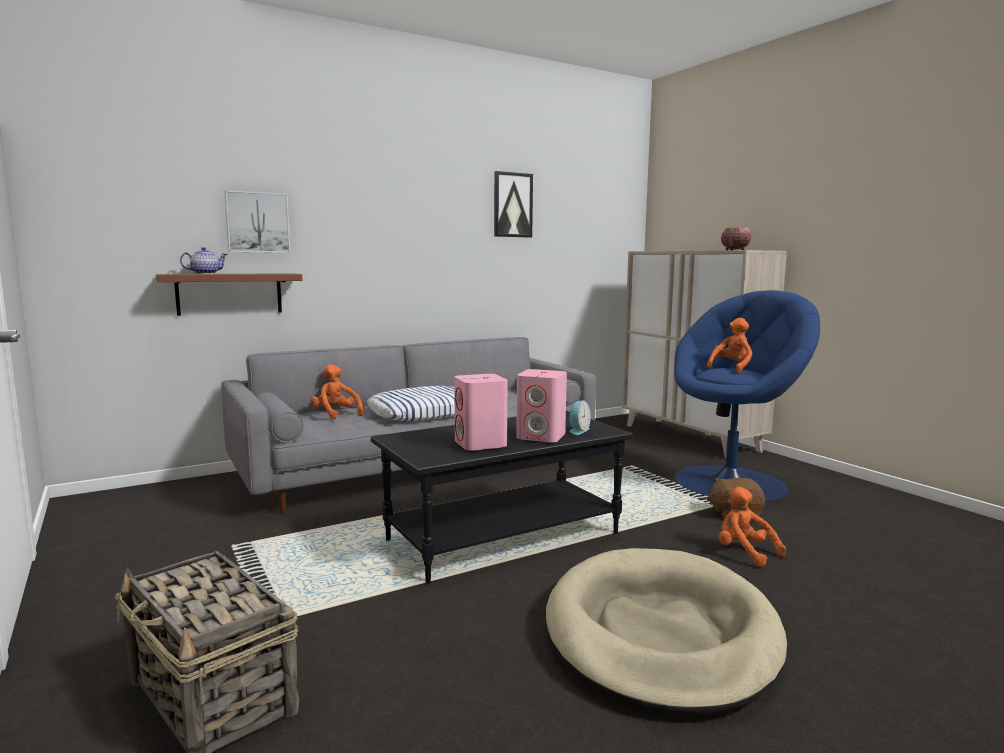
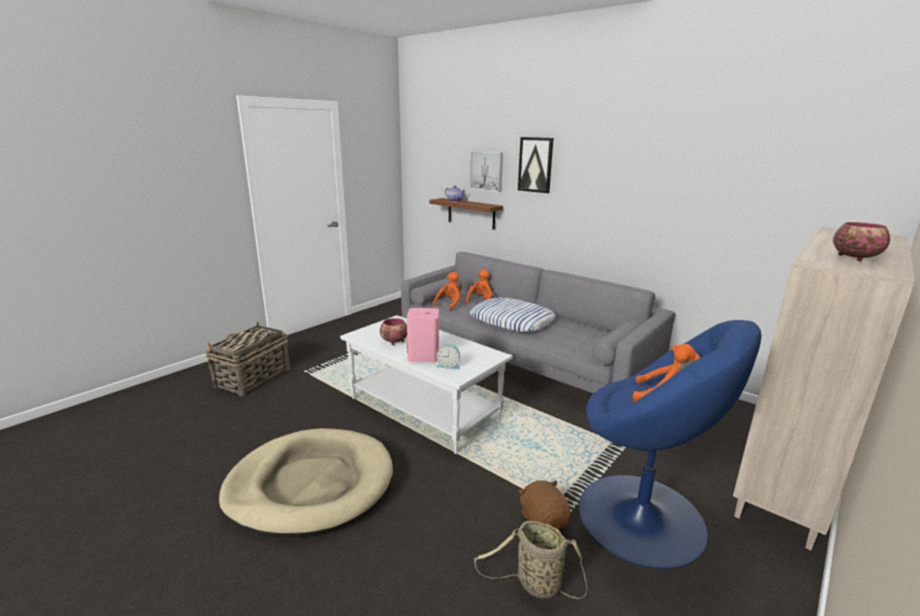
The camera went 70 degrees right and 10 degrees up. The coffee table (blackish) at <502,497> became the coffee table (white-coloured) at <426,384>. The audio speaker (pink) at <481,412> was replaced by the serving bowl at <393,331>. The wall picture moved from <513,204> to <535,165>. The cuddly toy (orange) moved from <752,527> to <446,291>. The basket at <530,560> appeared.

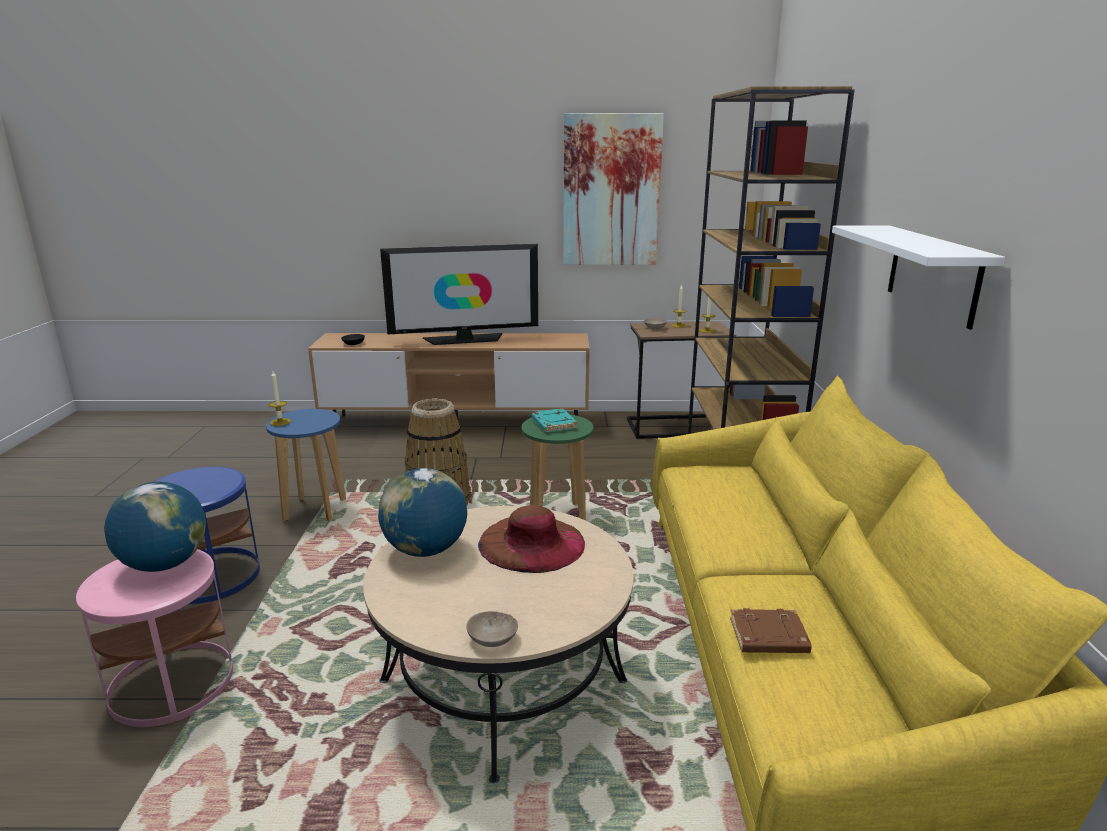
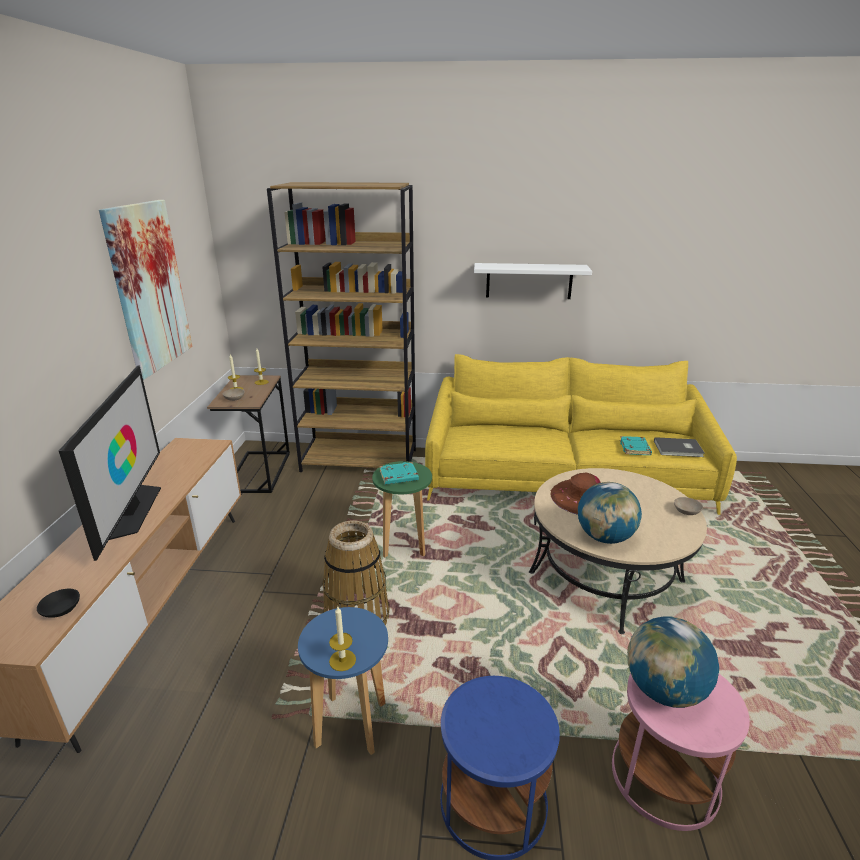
The camera went 85 degrees left and 5 degrees up. The volume (brown) at <771,630> became the volume (blue-green) at <636,445>. The volume (gray) at <679,447> appeared.

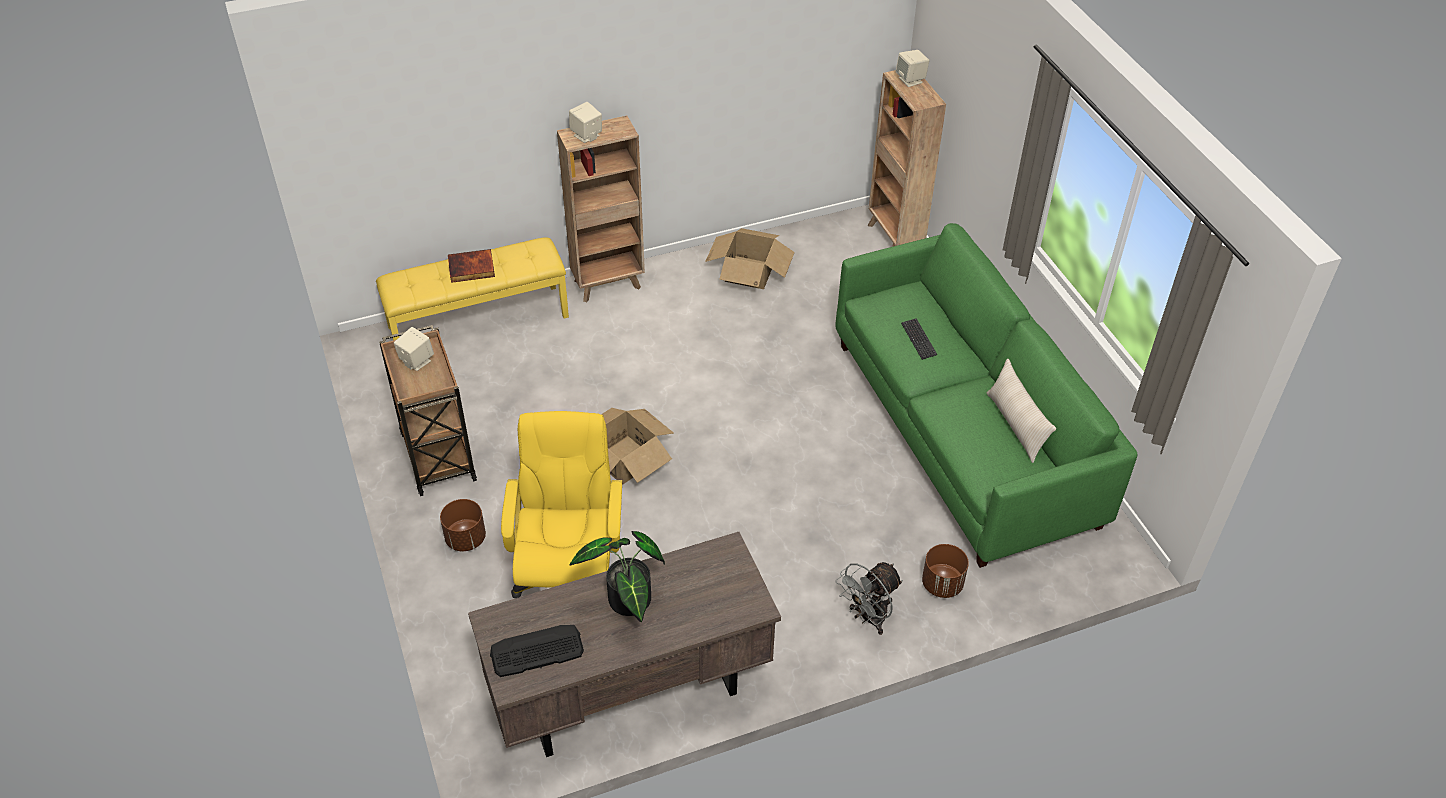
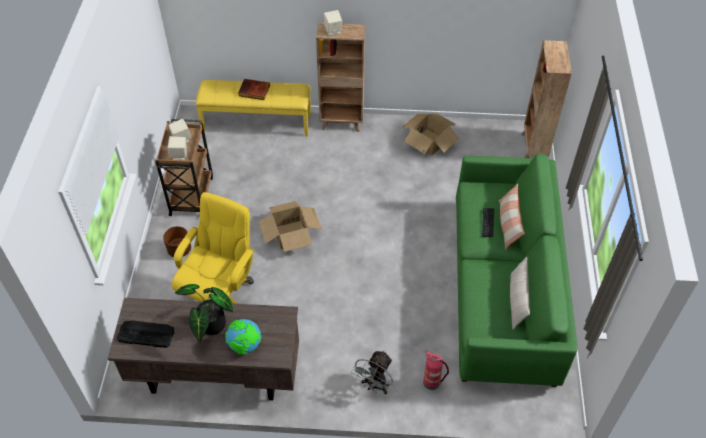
The camera went 25 degrees right and 5 degrees up. The fan (gray) at <869,598> turned 45 degrees counterclockwise. The audio speaker (sand-coloured) moved from <912,68> to <177,148>. The plant pot (brown) at <945,571> was replaced by the fire-fighting cylinder at <436,370>. The desk globe at <243,337> appeared. The throw pillow at <511,217> appeared.

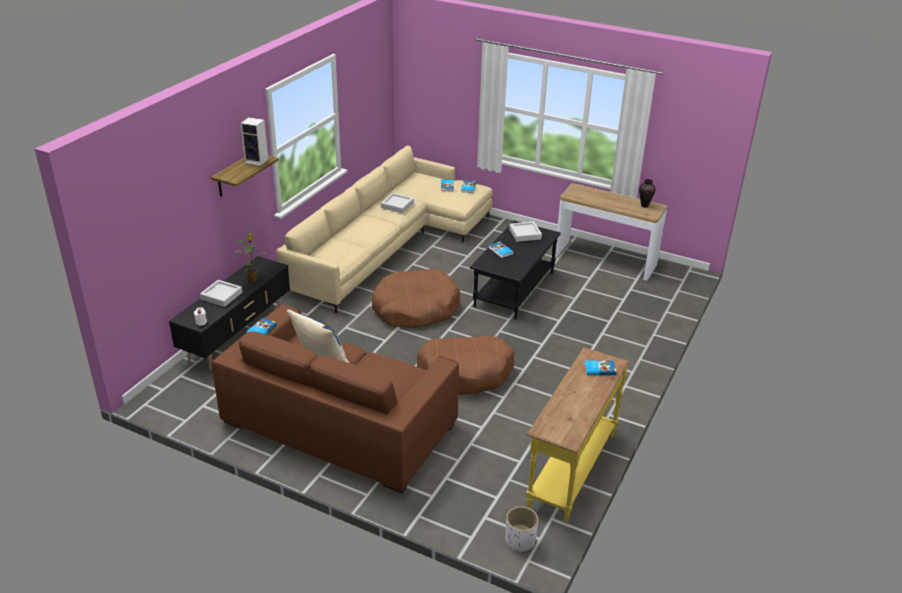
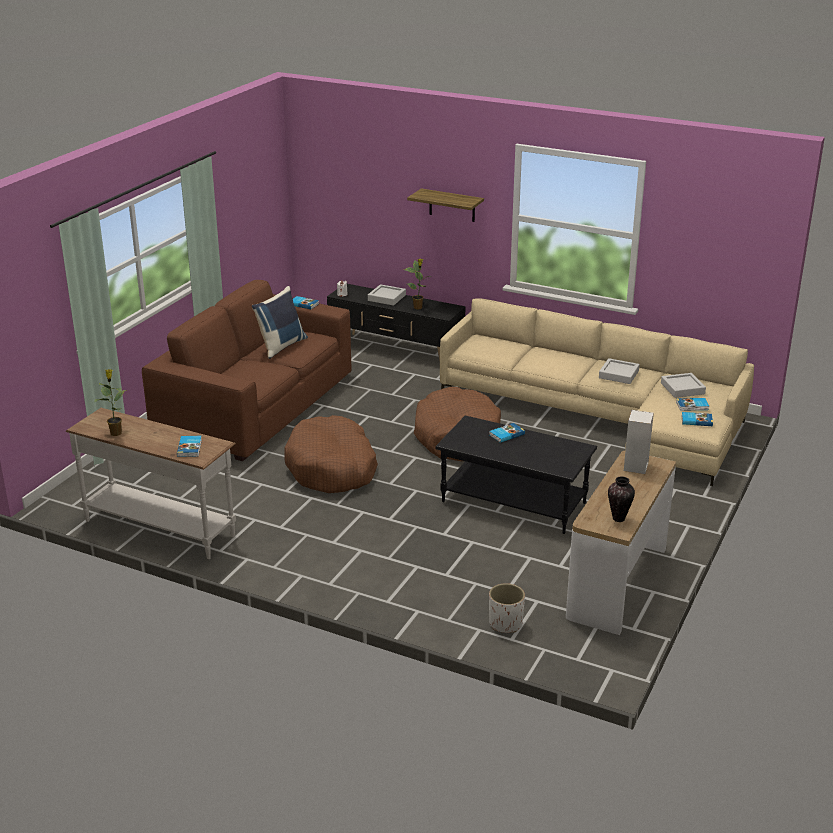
The camera went 90 degrees right and 5 degrees down. The audio speaker moved from <254,141> to <639,442>. The plant pot (white-coloured) moved from <522,529> to <507,608>. The tray (gray) moved from <525,232> to <683,385>. The hall table (yellow) at <577,435> became the hall table (white-coloured) at <151,483>. The houseplant at <110,402> appeared.

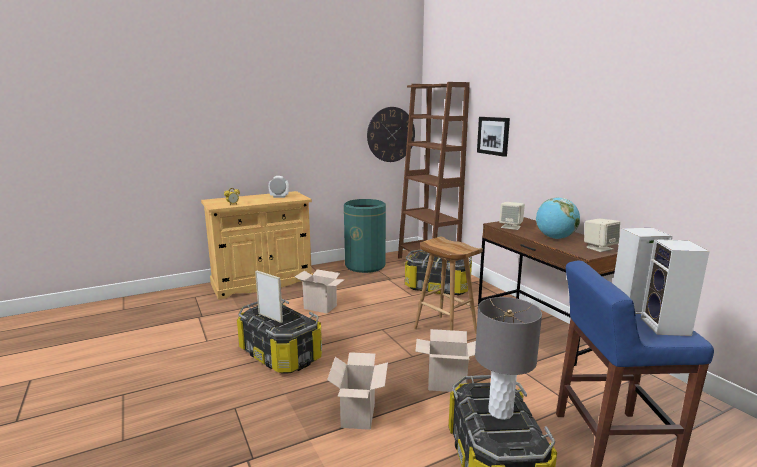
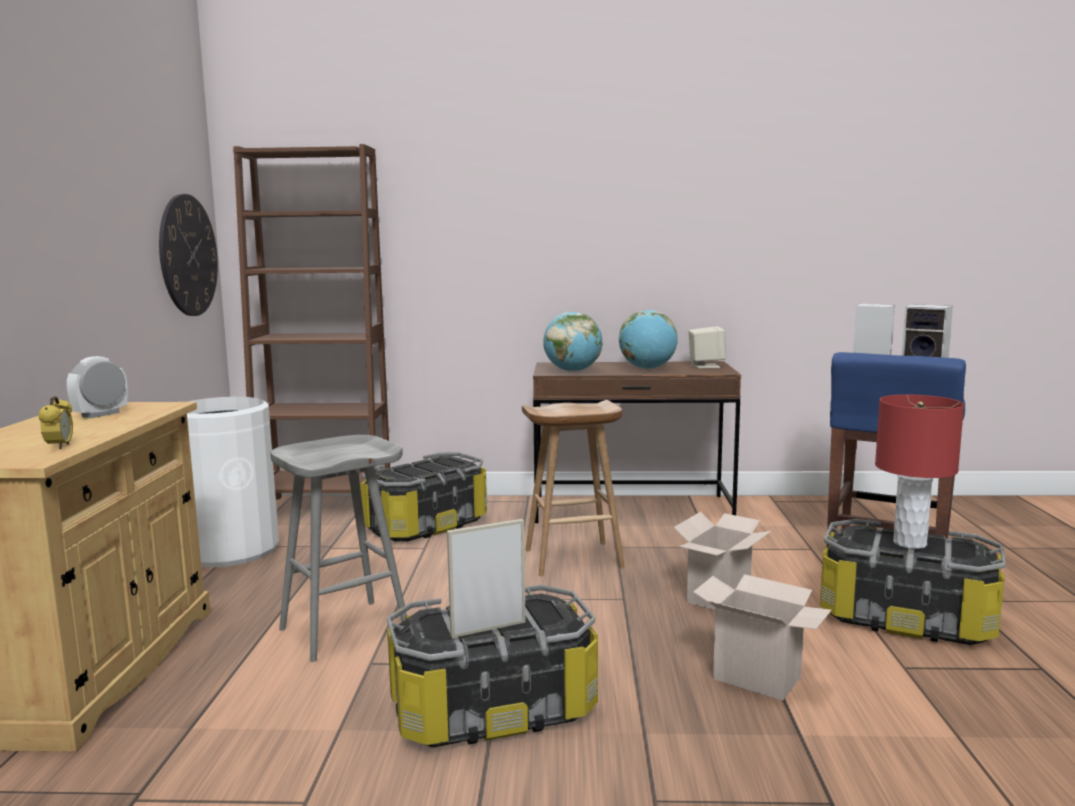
The camera went 60 degrees left and 5 degrees down. The cardboard box at <320,291> was replaced by the sitting stool (gray) at <338,548>. The trash can (green-coloured) at <365,236> became the trash can (white-coloured) at <233,482>. The lamp for a table (gray) at <508,358> became the lamp for a table (red-coloured) at <919,472>. The wall picture at <493,137> disappeared. The audio speaker (sand-coloured) at <512,216> was replaced by the desk globe at <573,342>.

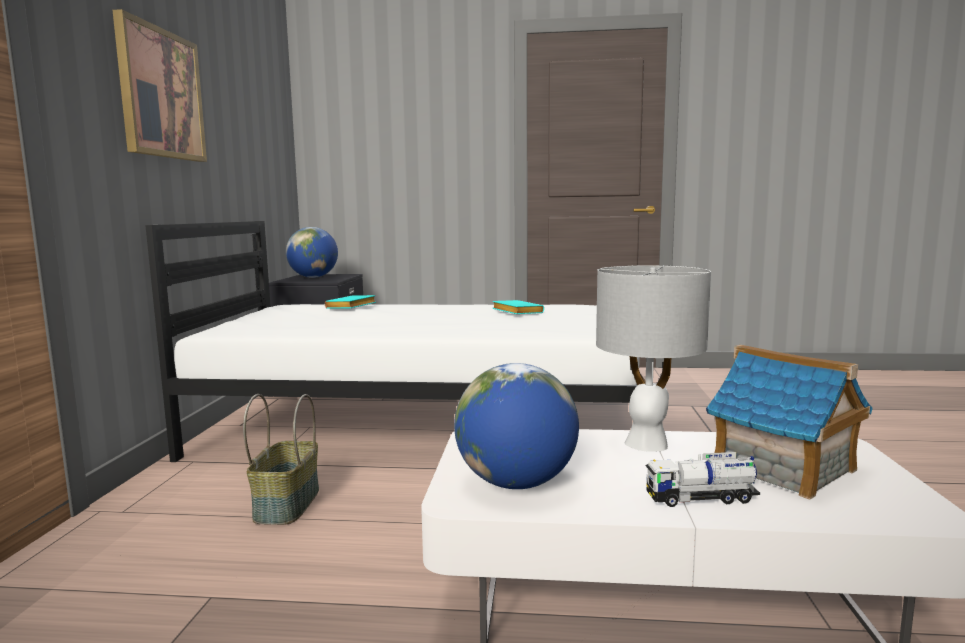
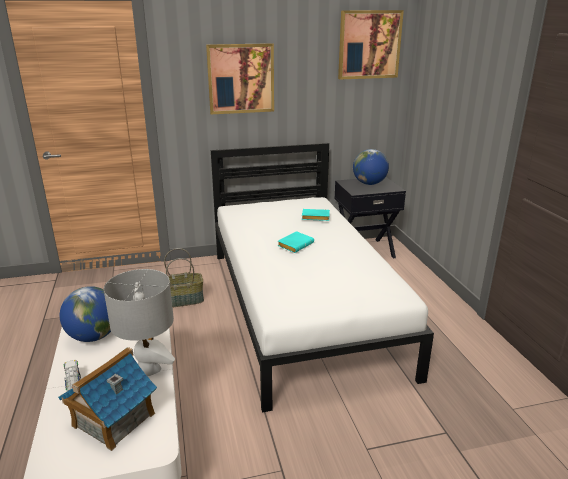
The camera went 70 degrees right and 15 degrees up. The volume (blue-green) moved from <518,307> to <295,242>. The wall picture at <371,44> appeared.

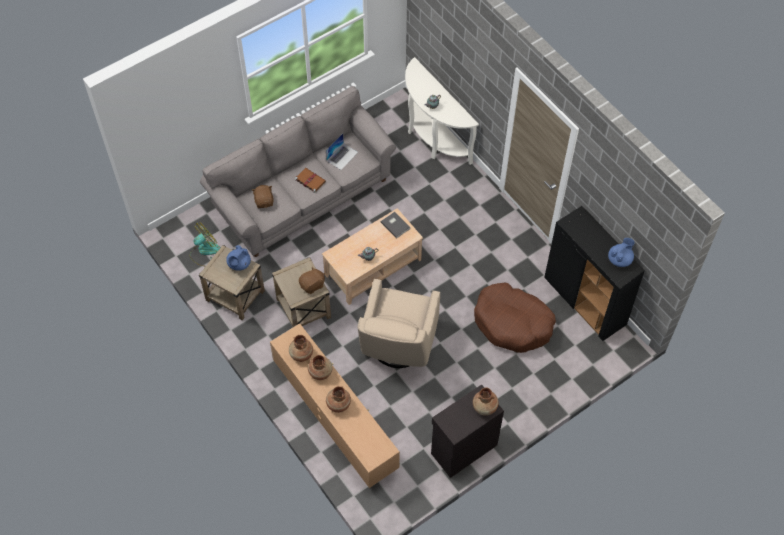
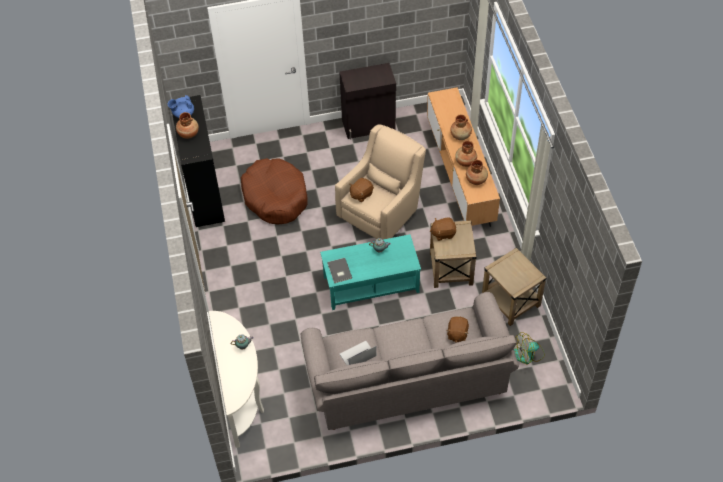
The camera went 155 degrees left and 5 degrees down. The teapot (bluish) at <238,258> disappeared. The volume (brown) at <310,180> disappeared. The coffee table (sand-coloured) at <372,256> became the coffee table (blue-green) at <370,272>. The flower vase (brown) moved from <486,401> to <187,125>. The cuddly toy (brown) at <362,190> appeared.

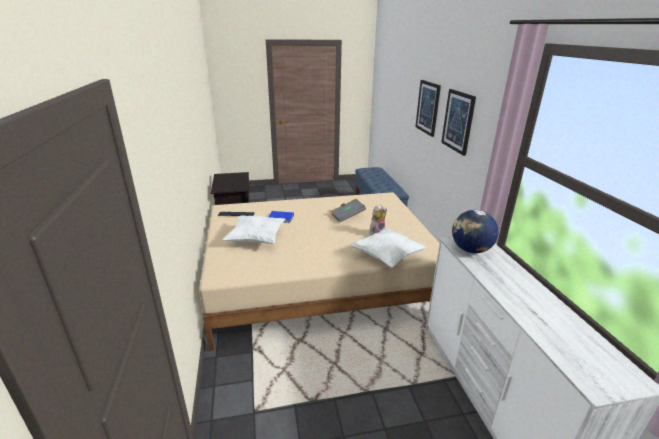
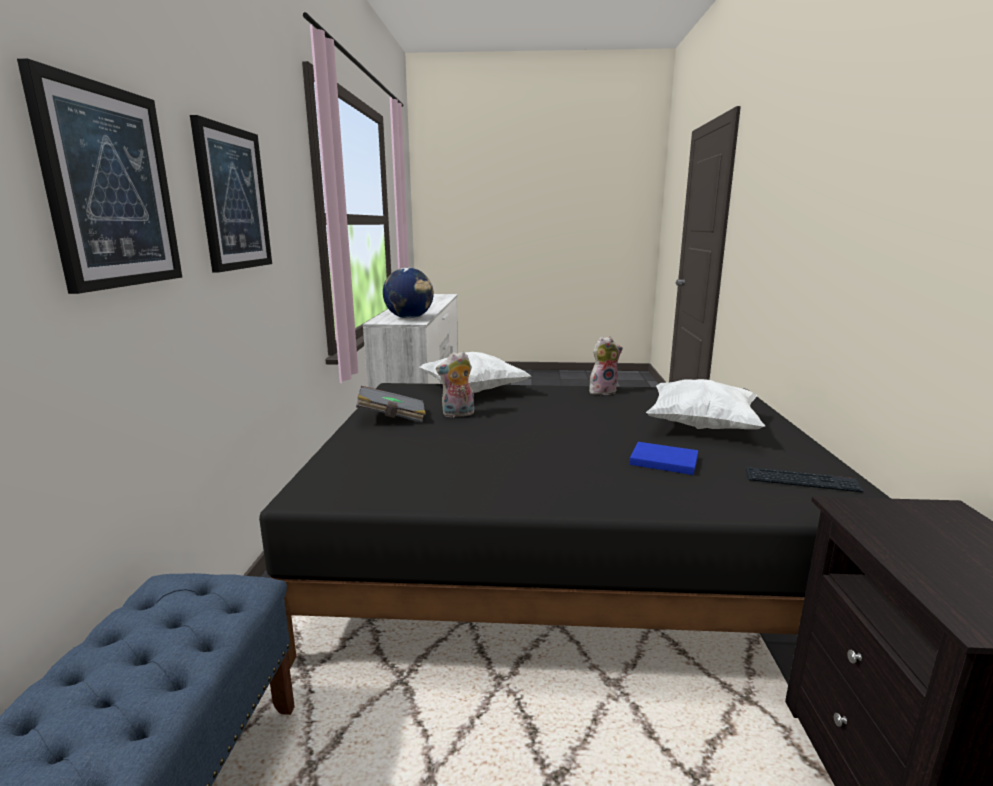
The camera went 165 degrees left and 10 degrees down. The bedroom bed (sand-coloured) at <319,271> became the bedroom bed (blackish) at <575,525>. The volume (gray) moved from <348,210> to <391,404>. The cuddly toy at <606,365> appeared.

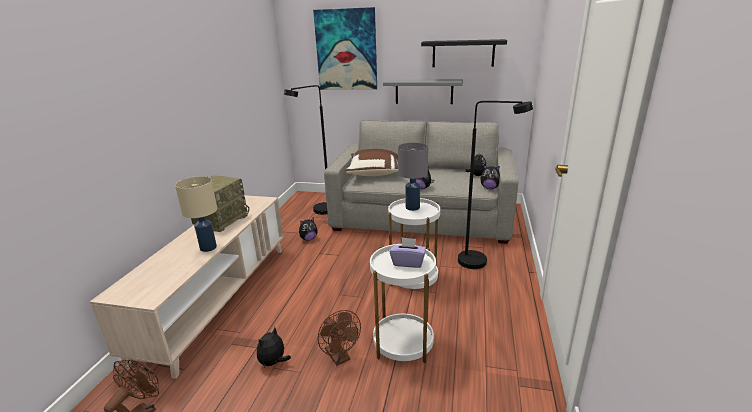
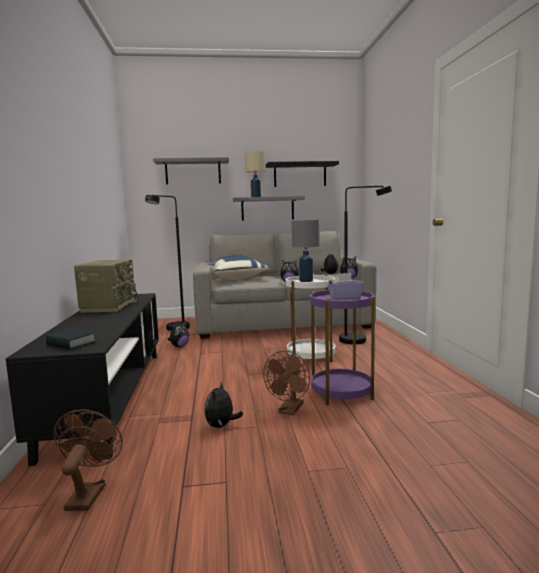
The camera went 20 degrees left and 15 degrees down. The tv stand (sand-coloured) at <187,287> became the tv stand (blackish) at <82,379>. The lamp for a table (sand-coloured) moved from <196,214> to <255,174>. The wall picture at <345,48> was replaced by the wall shelf (gray) at <191,170>. The fan (brown) at <339,338> turned 75 degrees clockwise. The throw pillow (brown) at <371,162> became the throw pillow (bluish) at <239,267>. The accent table (white-coloured) at <403,303> became the accent table (purplish) at <342,347>. The volume at <70,339> appeared.

